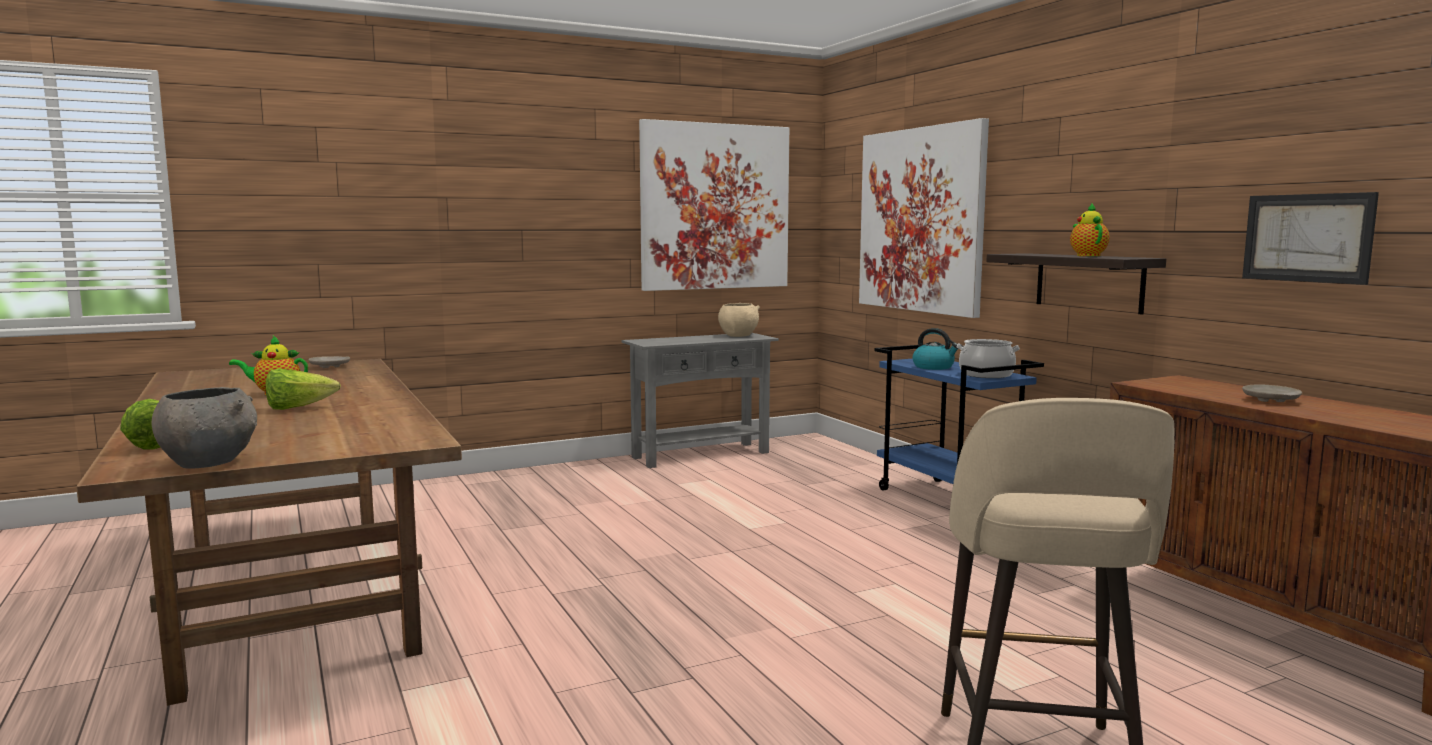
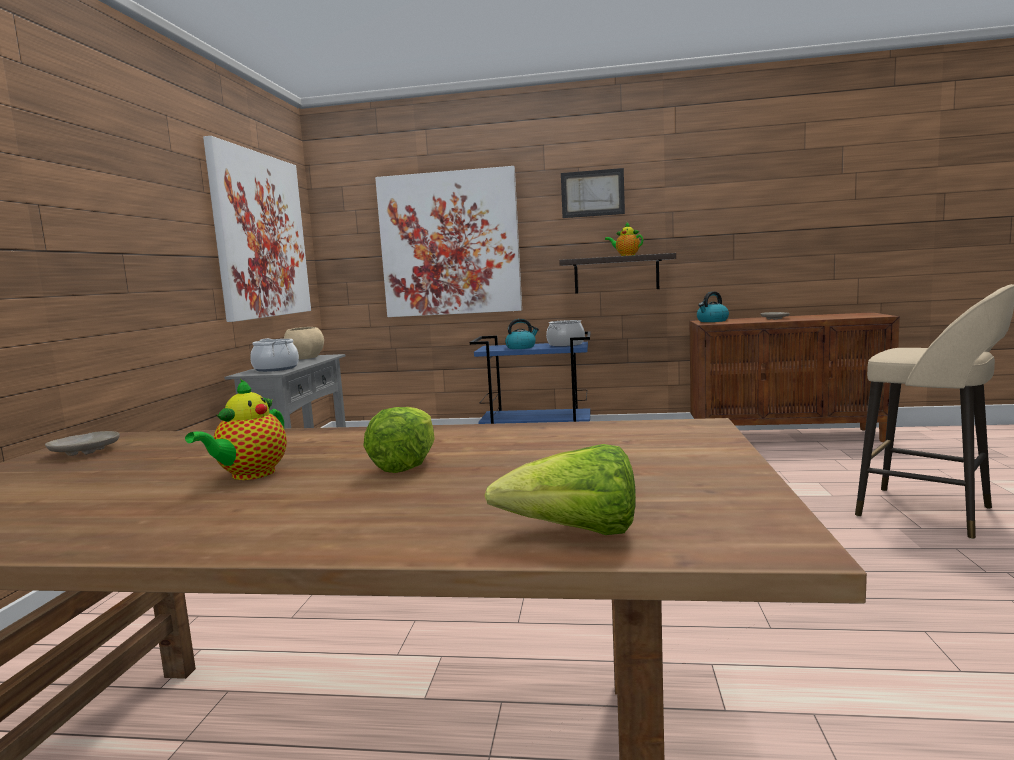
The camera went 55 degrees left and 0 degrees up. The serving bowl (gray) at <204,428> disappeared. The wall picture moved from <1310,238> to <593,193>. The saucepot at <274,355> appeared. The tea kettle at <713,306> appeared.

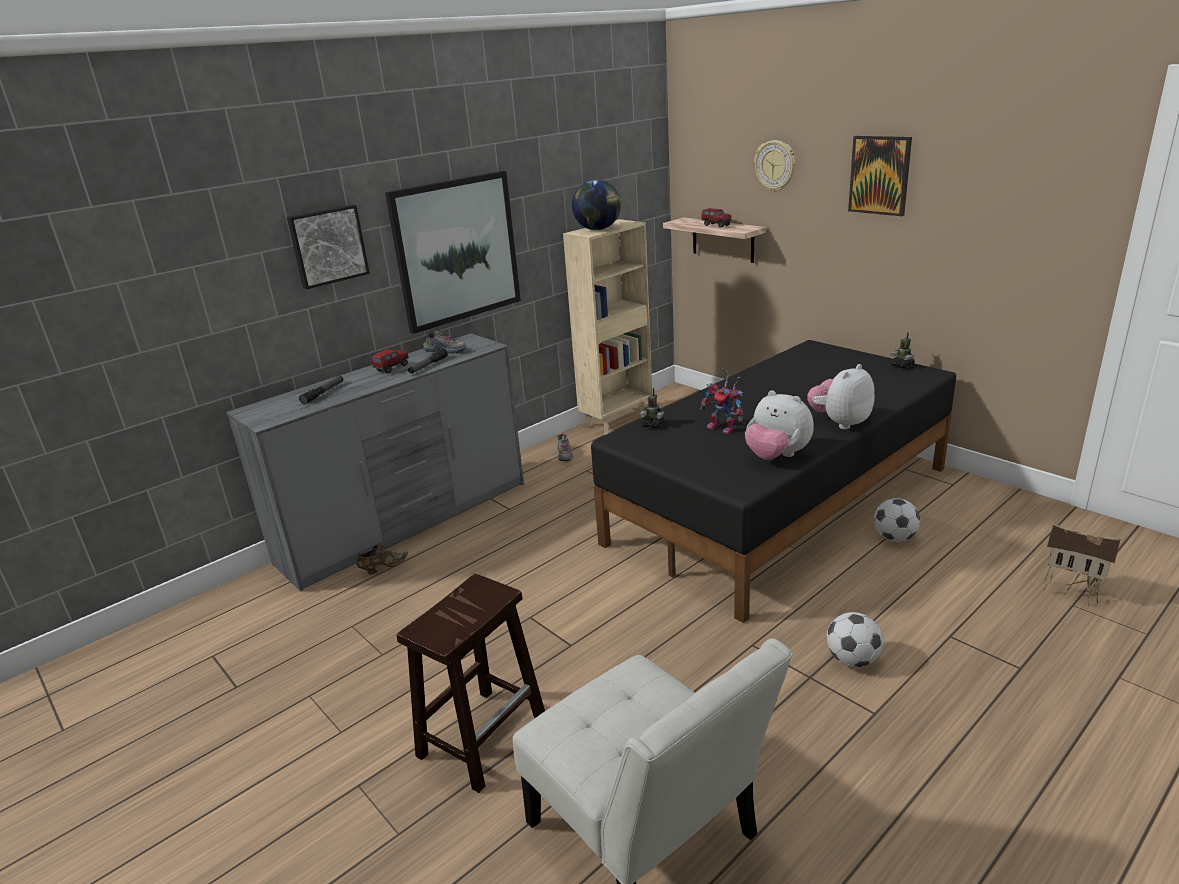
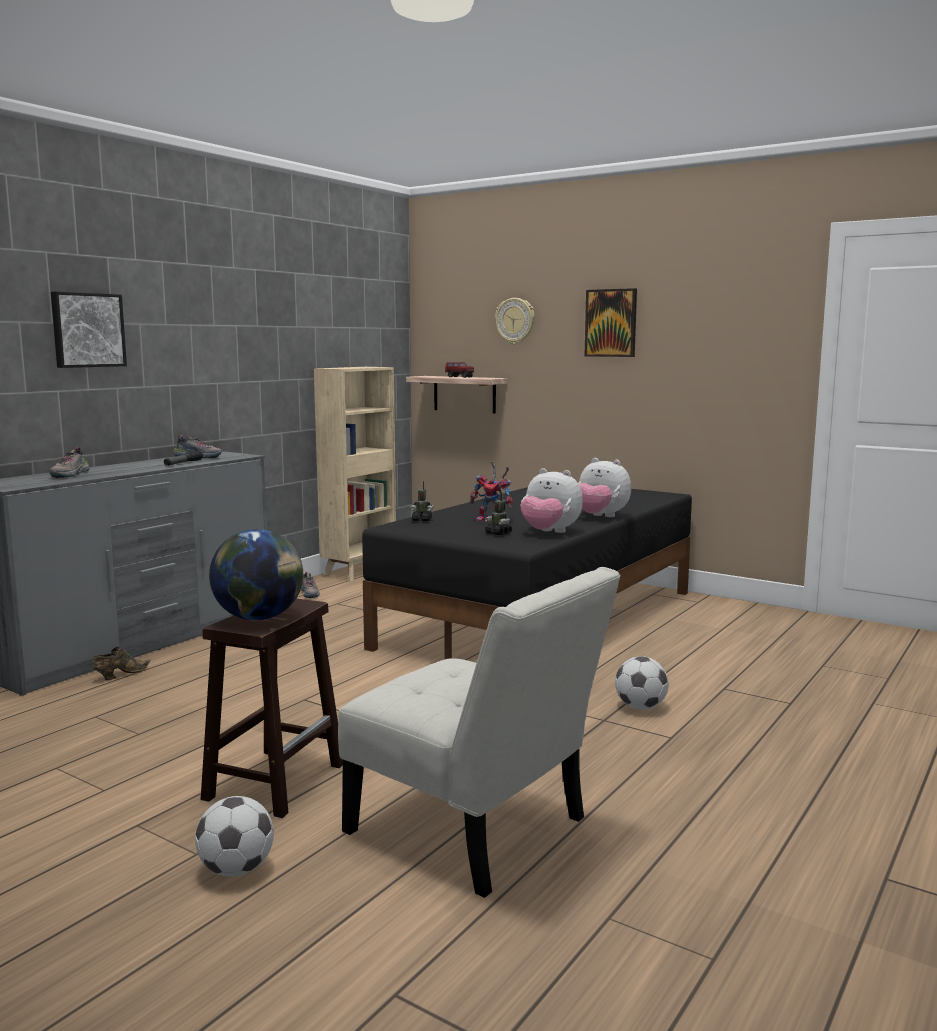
The camera went 15 degrees left and 15 degrees down. The torch at <321,390> was replaced by the low shoe at <69,462>. The toy lorry at <390,361> disappeared. The wall picture at <453,252> disappeared. The desk globe moved from <596,205> to <256,575>. The cuddly toy at <841,396> turned 90 degrees counterclockwise. The football moved from <897,520> to <234,836>. The model robot moved from <903,350> to <498,513>. The model house at <1081,565> disappeared.

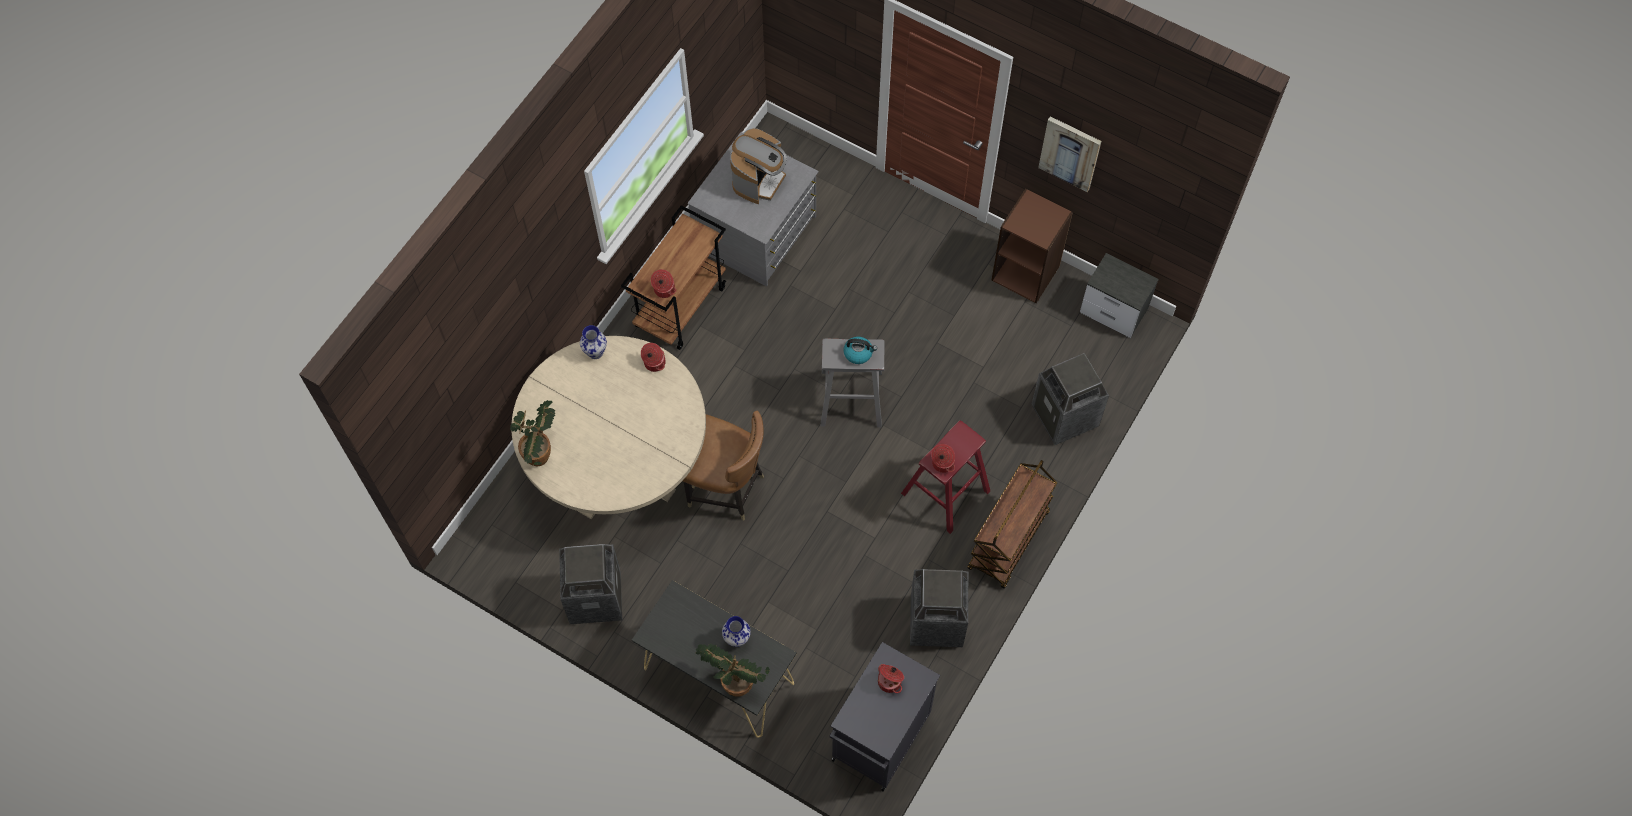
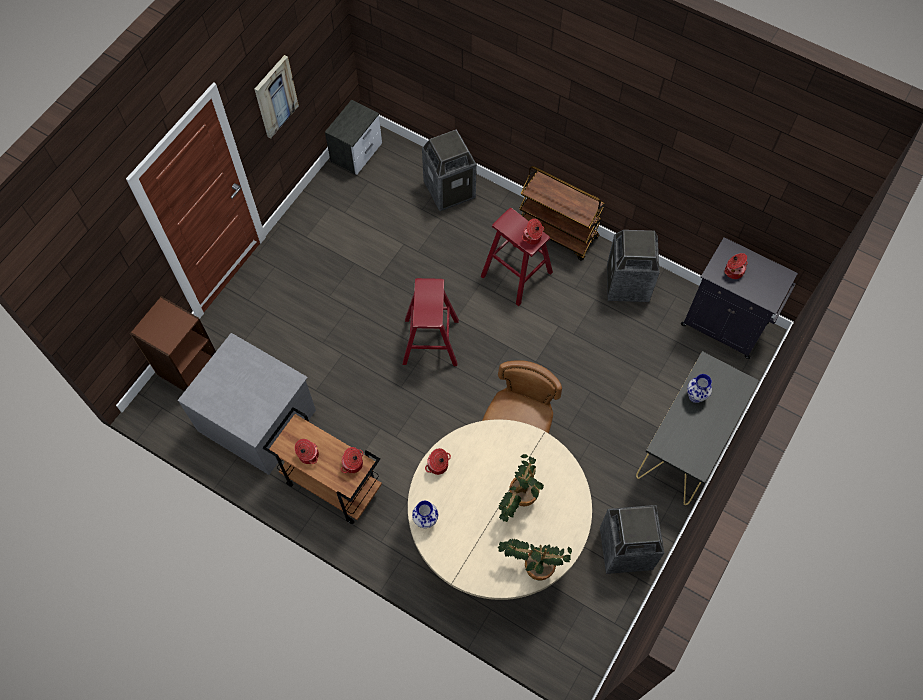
The camera went 90 degrees left and 0 degrees up. The houseplant moved from <732,670> to <521,488>. The coffee machine at <758,166> disappeared. The sitting stool (gray) at <852,383> became the sitting stool (red-coloured) at <431,322>. The tea kettle at <860,350> disappeared. The shelving unit (brown) moved from <1032,246> to <173,343>. The saucepot at <307,451> appeared.

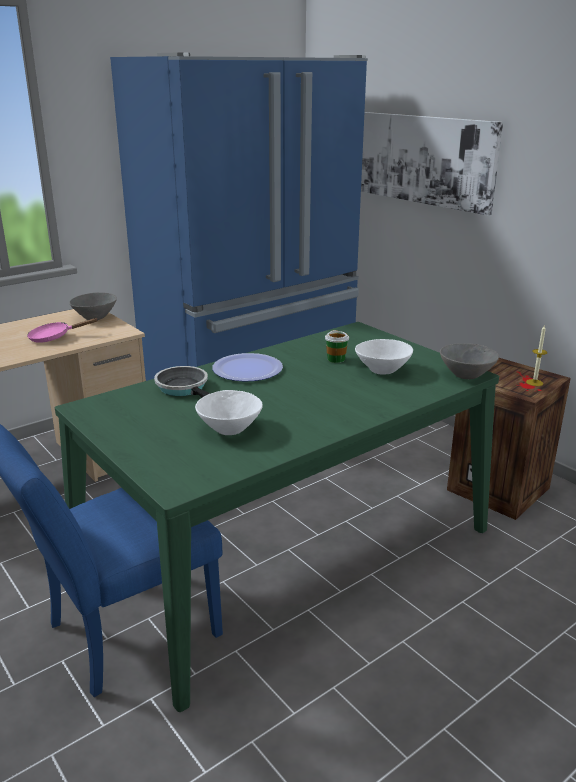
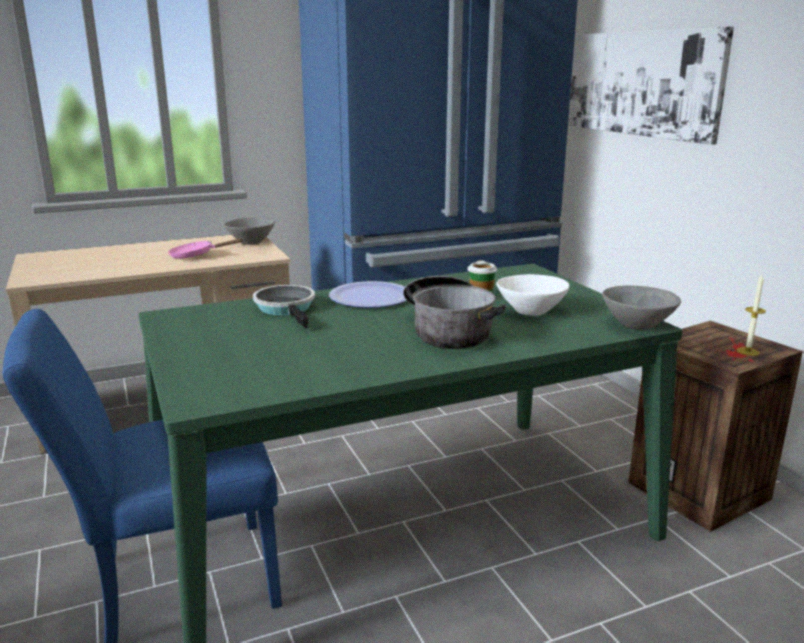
The camera went 15 degrees right and 5 degrees down. The serving bowl (white-coloured) at <229,412> disappeared. The saucepot at <454,312> appeared.

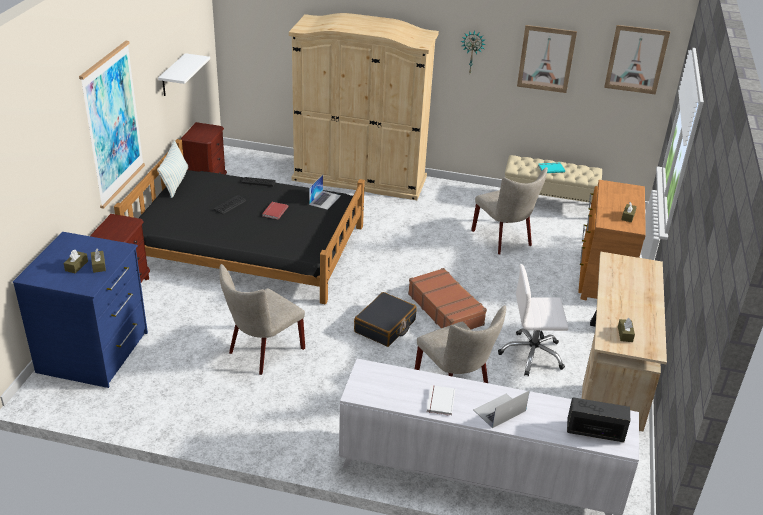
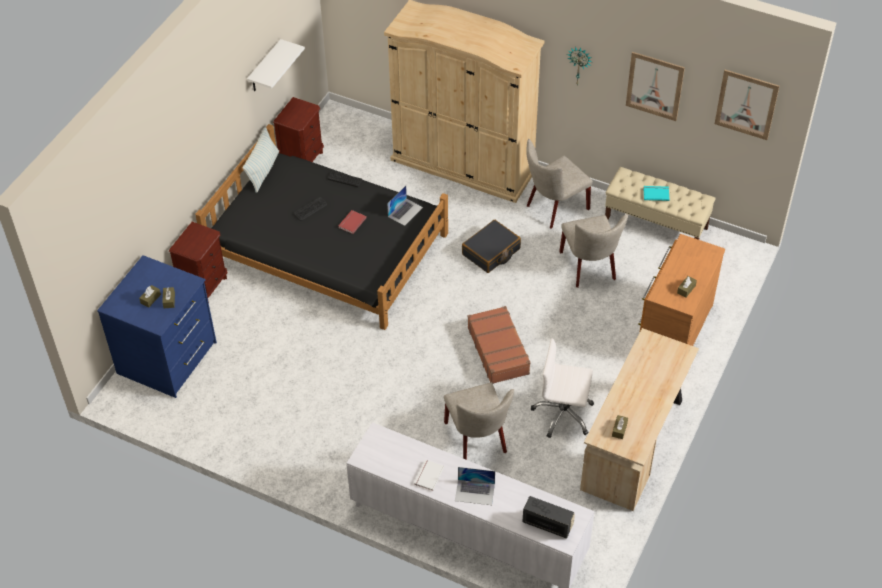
The camera went 15 degrees right and 15 degrees up. The wall picture at <112,125> disappeared. The chair (sand-coloured) moved from <262,319> to <559,184>. The piece of luggage (blackish) moved from <385,319> to <491,246>. The laptop at <501,409> turned 150 degrees counterclockwise.

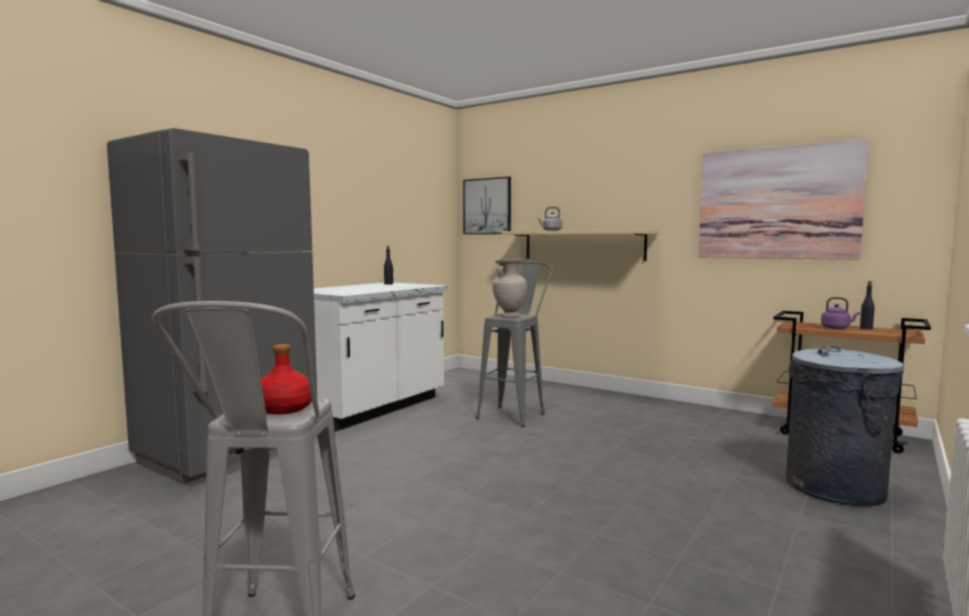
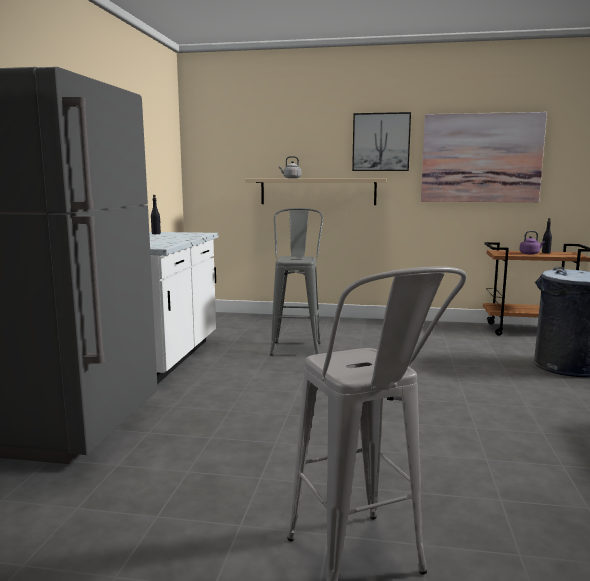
The camera went 25 degrees left and 5 degrees up. The beverage bottle (red-coloured) at <286,379> disappeared. The wall picture moved from <487,205> to <381,141>. The flower vase (sand-coloured) at <509,288> disappeared.

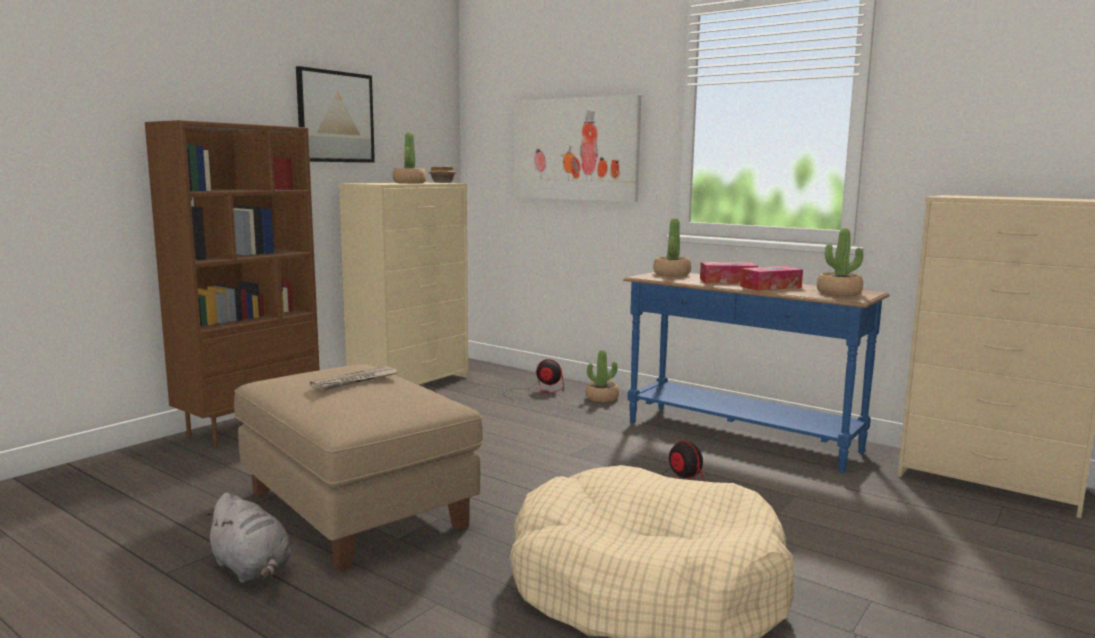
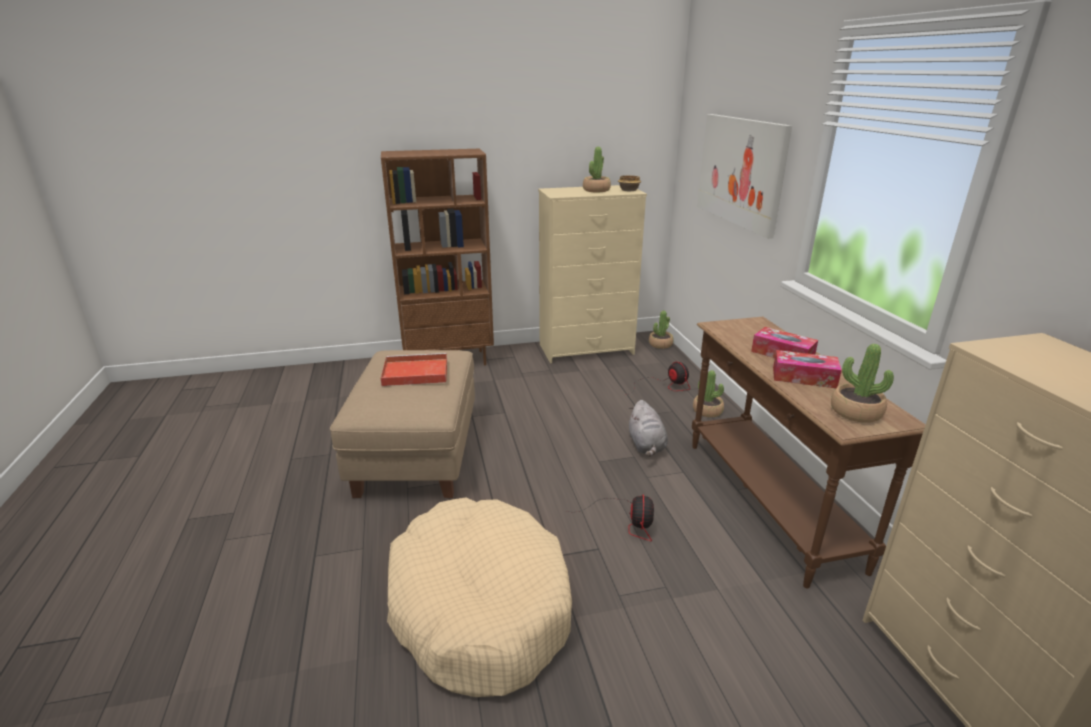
The camera went 40 degrees right and 15 degrees up. The cuddly toy (gray) moved from <248,538> to <648,428>. The wall picture at <335,114> disappeared. The newspaper at <354,378> was replaced by the tray (red-coloured) at <414,369>. The hall table (bluish) at <756,372> became the hall table (brown) at <809,453>. The houseplant moved from <672,247> to <661,330>.

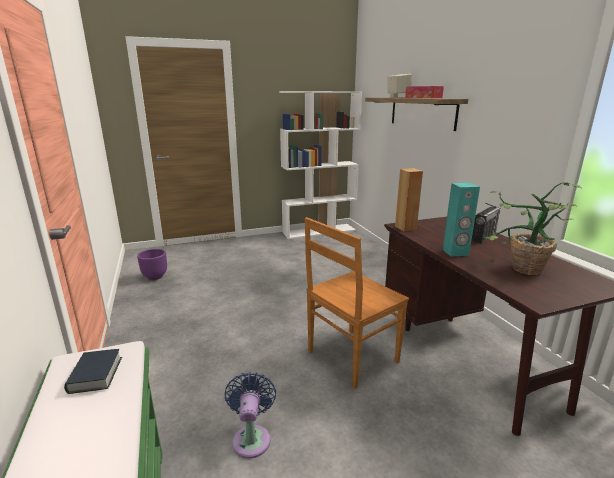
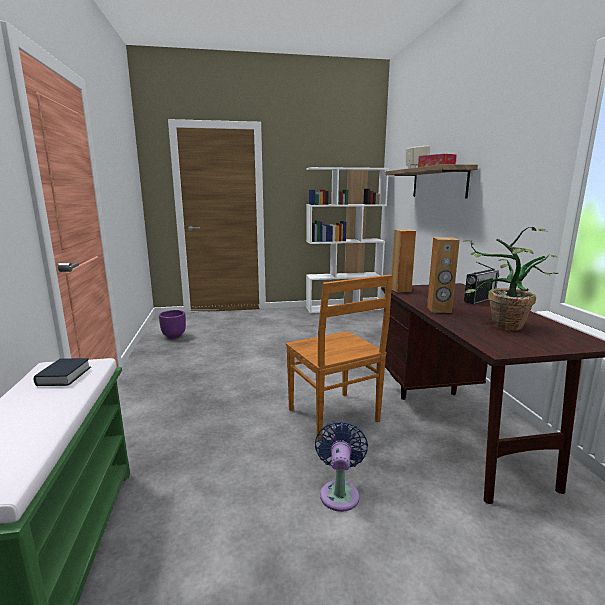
The camera went 10 degrees right and 5 degrees down. The fan (bluish) moved from <250,415> to <341,466>. The chair (brown) at <357,303> turned 90 degrees counterclockwise. The audio speaker (blue-green) at <461,220> became the audio speaker (brown) at <443,275>.

